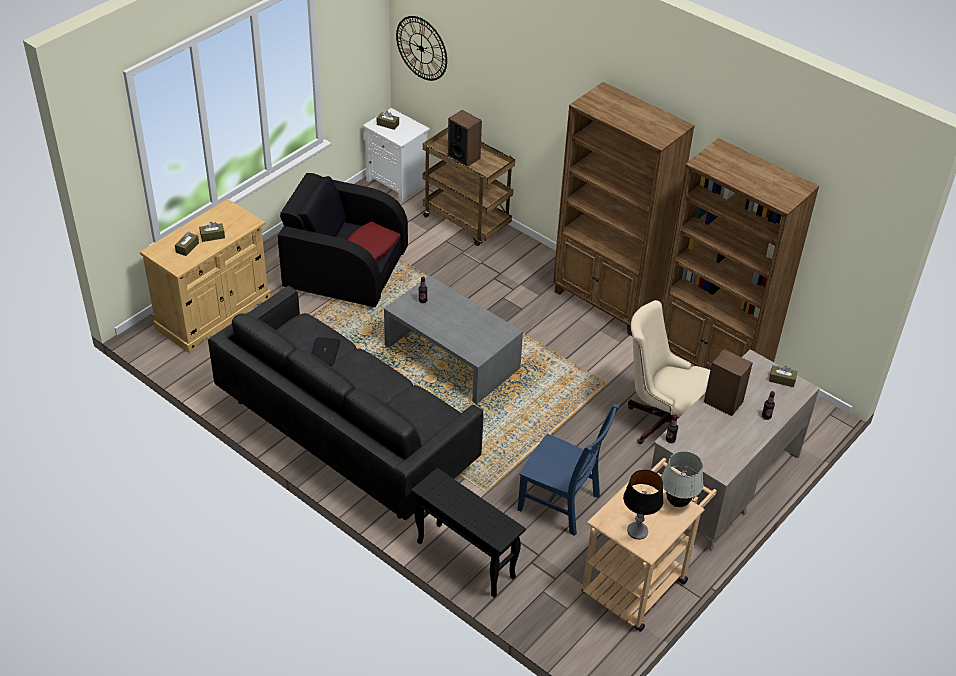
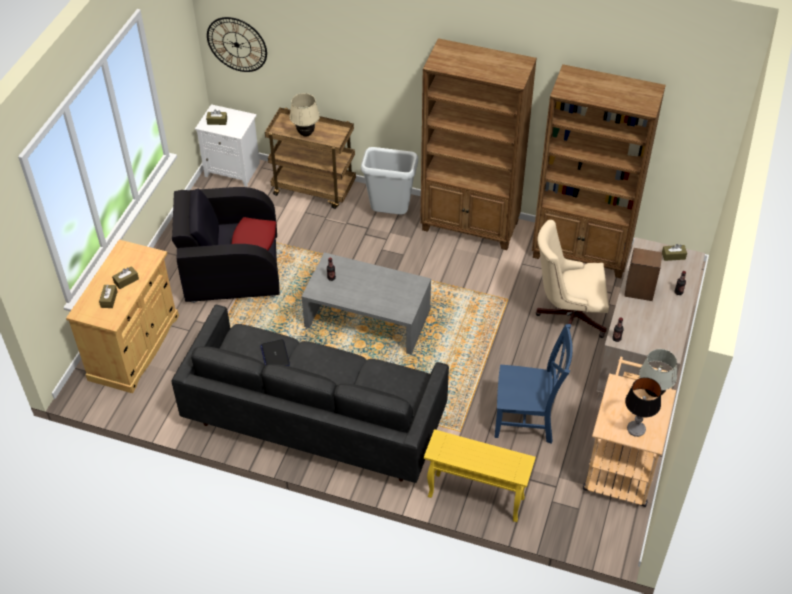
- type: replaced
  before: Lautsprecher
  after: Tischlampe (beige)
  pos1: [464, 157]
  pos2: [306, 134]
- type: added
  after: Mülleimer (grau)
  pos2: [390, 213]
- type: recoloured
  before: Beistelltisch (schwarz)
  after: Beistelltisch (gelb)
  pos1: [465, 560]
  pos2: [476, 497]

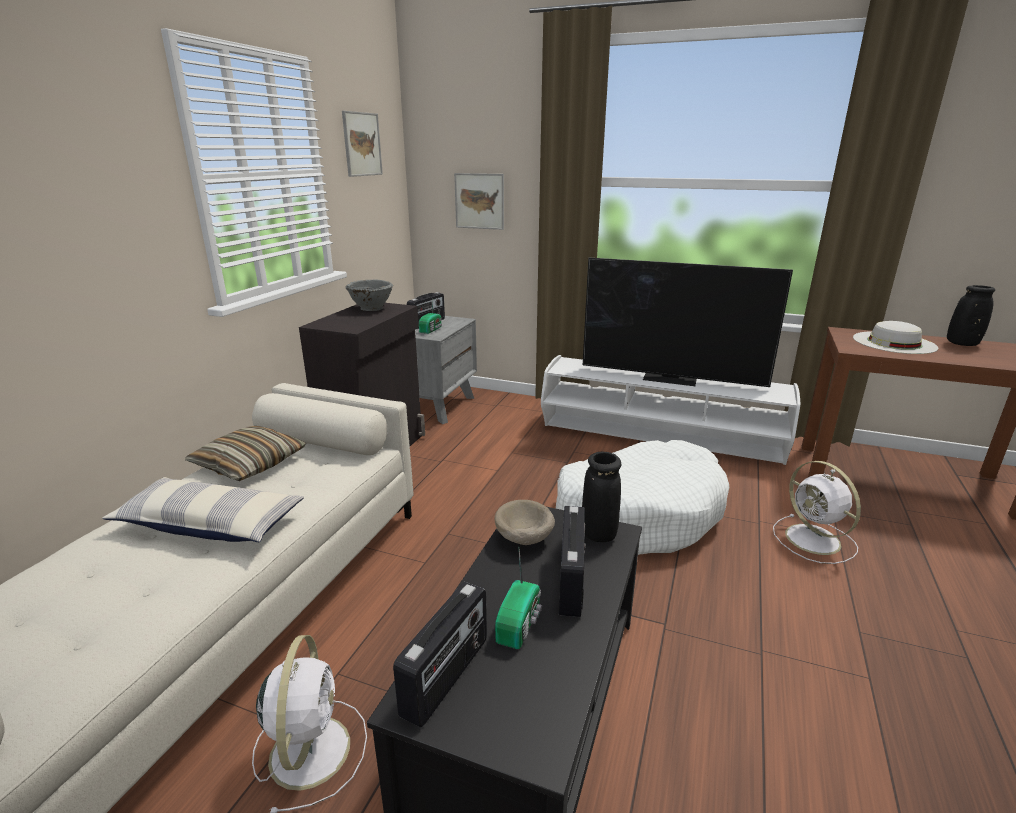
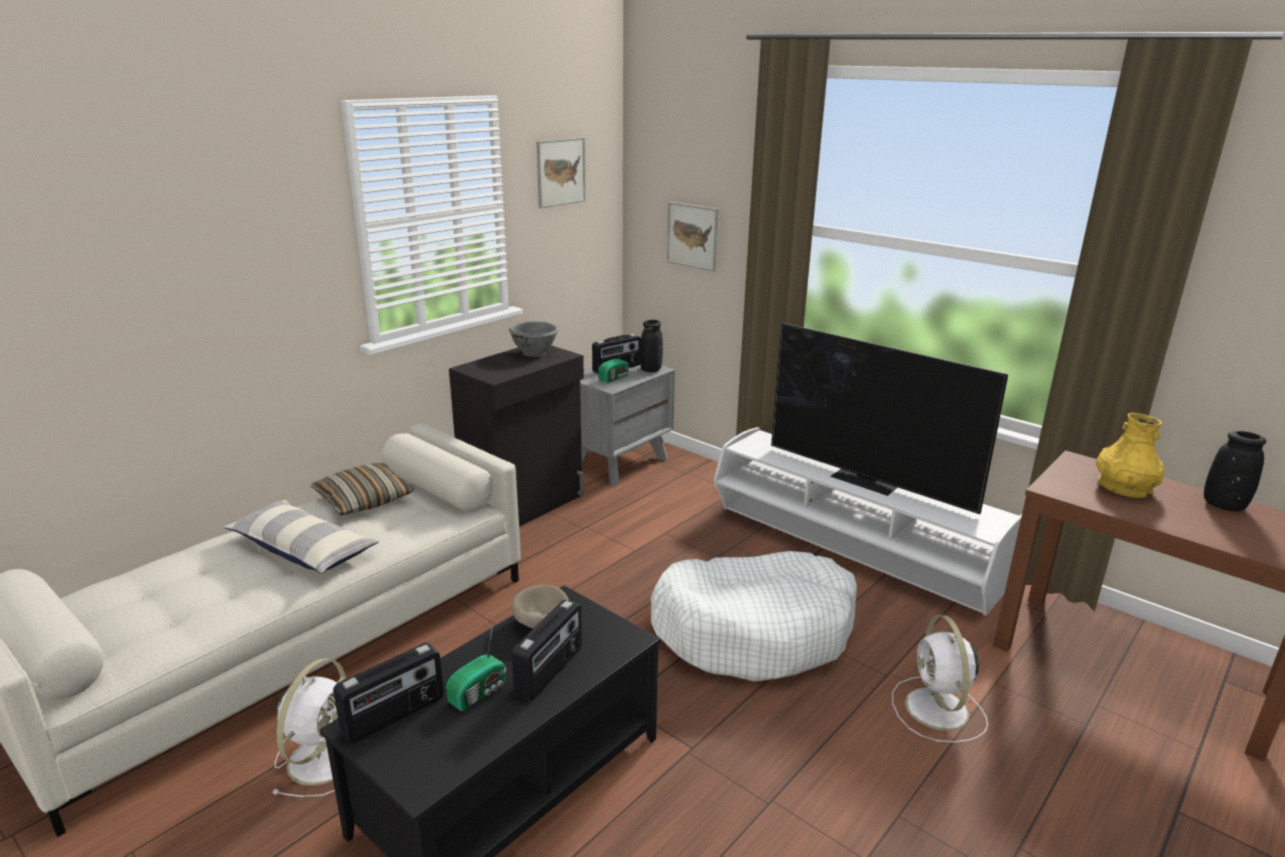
- type: moved
  before: Vase (schwarz)
  pos1: [598, 533]
  pos2: [651, 370]
- type: replaced
  before: Hut (weiß)
  after: Vase (gelb)
  pos1: [894, 342]
  pos2: [1124, 488]

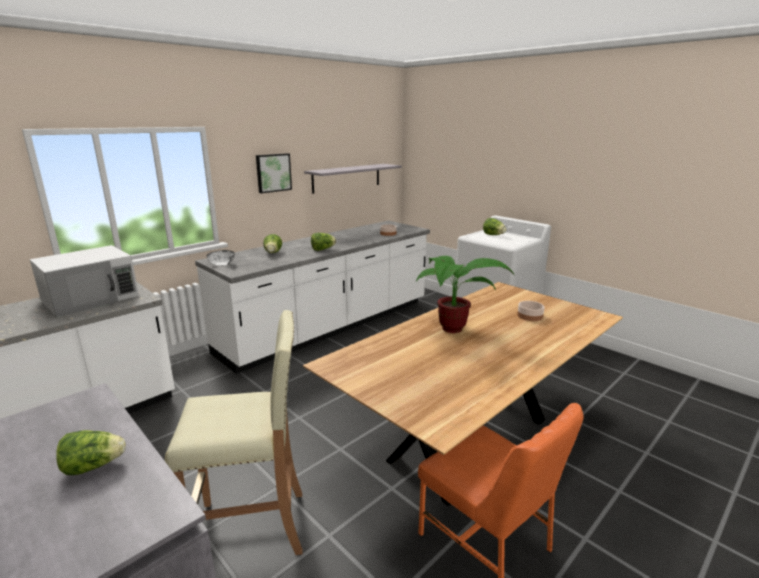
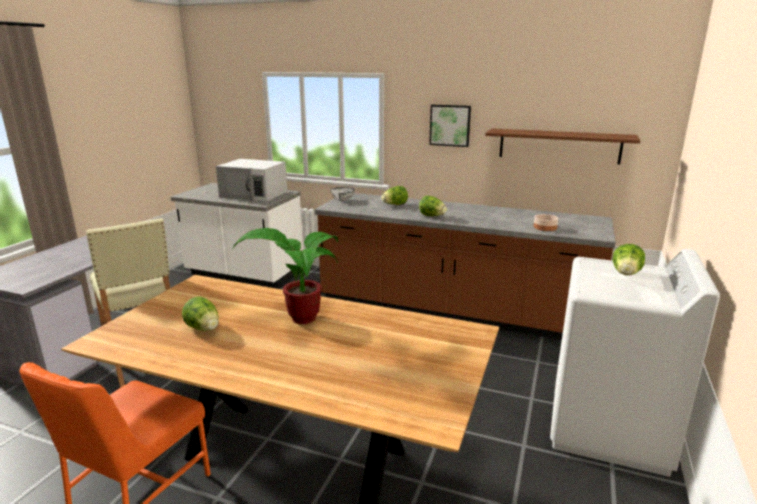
- type: moved
  before: Salatkopf
  pos1: [93, 466]
  pos2: [204, 328]
- type: recoloured
  before: Küchenzeile (weiß)
  after: Küchenzeile (braun)
  pos1: [330, 326]
  pos2: [453, 310]
- type: recoloured
  before: Wandregal (grau)
  after: Wandregal (braun)
  pos1: [347, 178]
  pos2: [559, 146]
- type: removed
  before: Schüssel
  pos1: [530, 316]

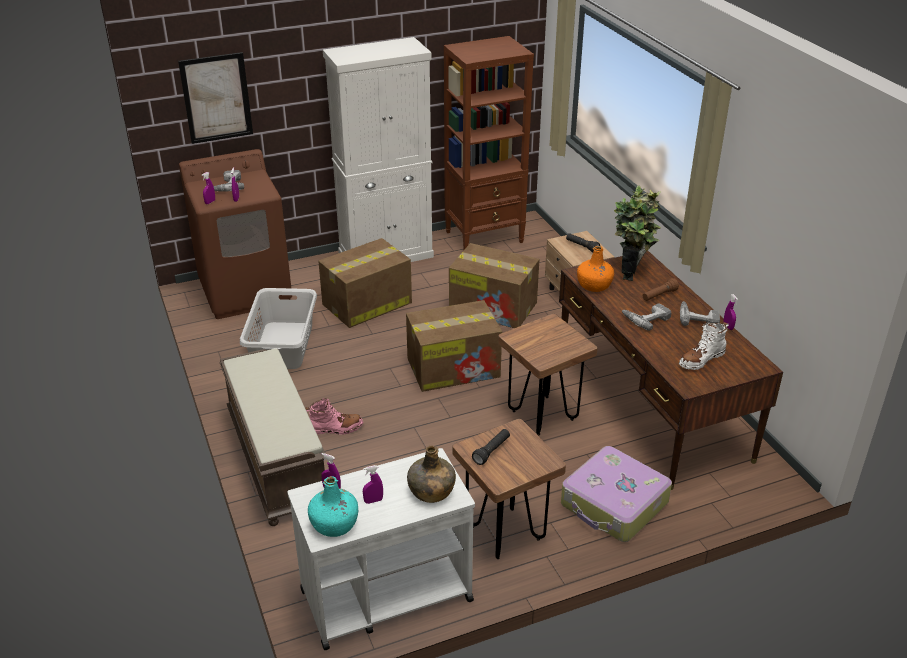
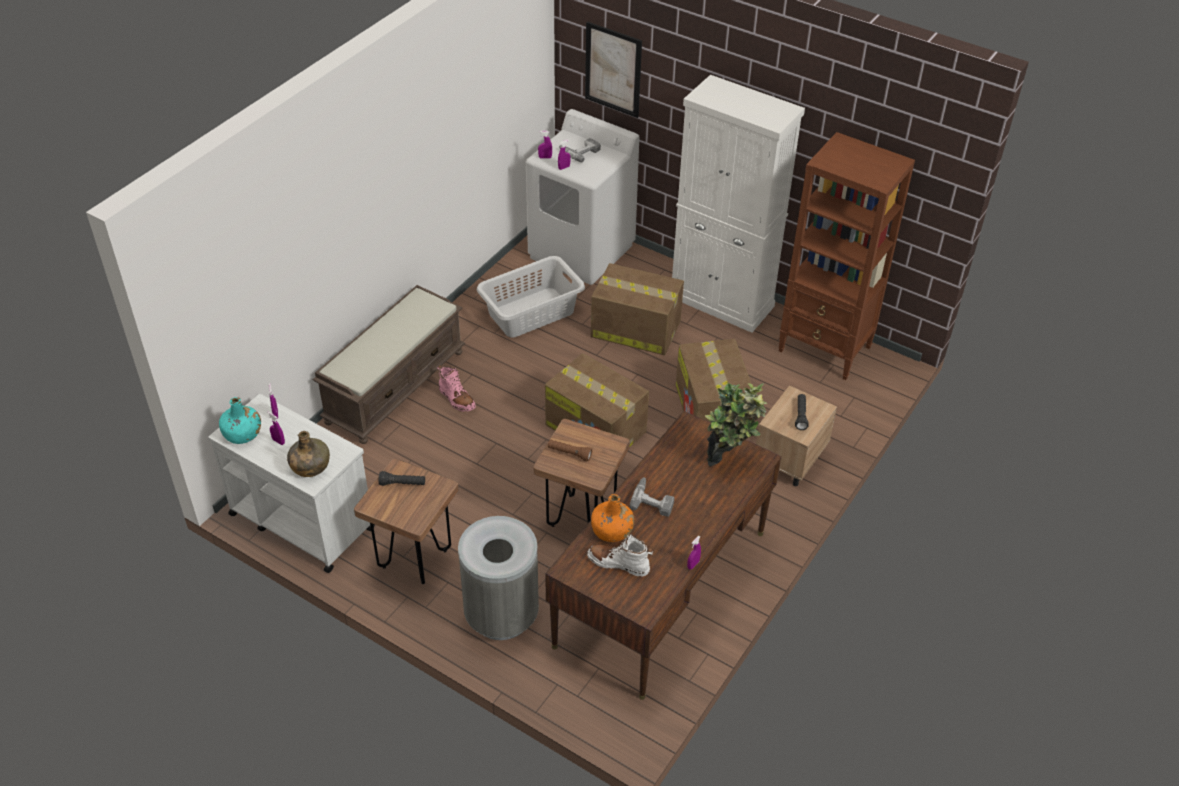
- type: replaced
  before: Koffer
  after: Mülleimer (grau)
  pos1: [614, 504]
  pos2: [501, 615]
- type: recoloured
  before: Waschmaschine (braun)
  after: Waschmaschine (weiß)
  pos1: [246, 291]
  pos2: [582, 251]
- type: moved
  before: Taschenlampe (braun)
  pos1: [659, 296]
  pos2: [569, 454]
- type: moved
  before: Flasche (orange)
  pos1: [594, 285]
  pos2: [612, 530]
- type: removed
  before: Bohrmaschine
  pos1: [698, 318]

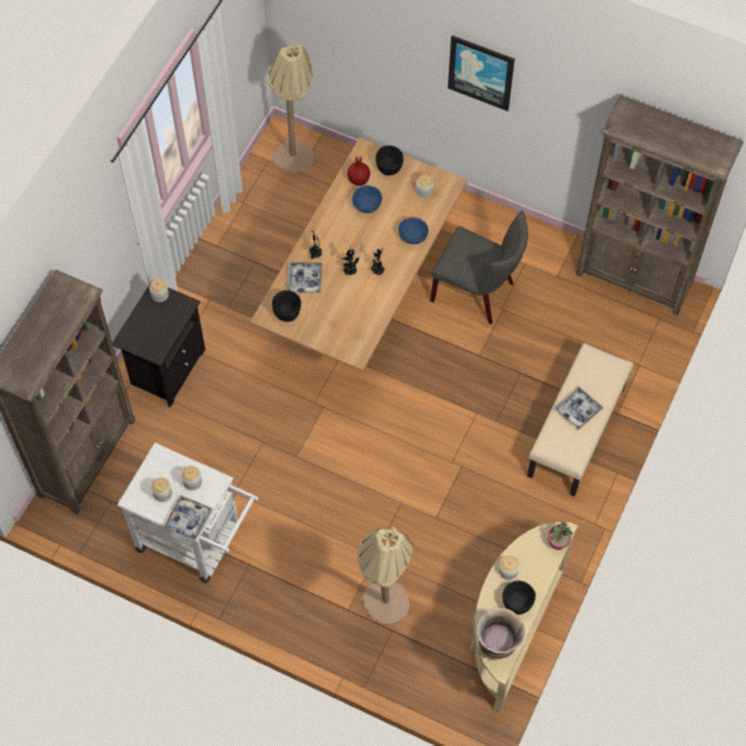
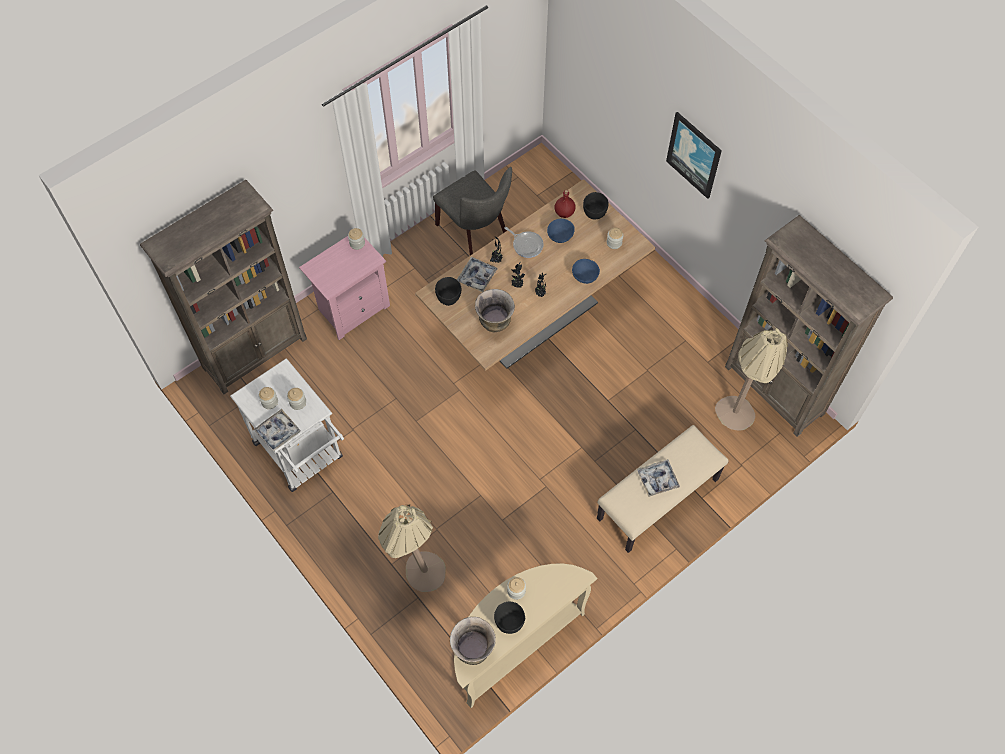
- type: recoloured
  before: Nachttisch (schwarz)
  after: Nachttisch (rosa)
  pos1: [166, 368]
  pos2: [352, 308]
- type: moved
  before: Stuhl (grau)
  pos1: [477, 292]
  pos2: [475, 232]
- type: added
  after: Vase
  pos2: [495, 324]
- type: added
  after: Pfanne
  pos2: [526, 245]
- type: moved
  before: Stehlampe (beige)
  pos1: [295, 165]
  pos2: [733, 421]
- type: removed
  before: Topfpflanze
  pos1: [558, 543]

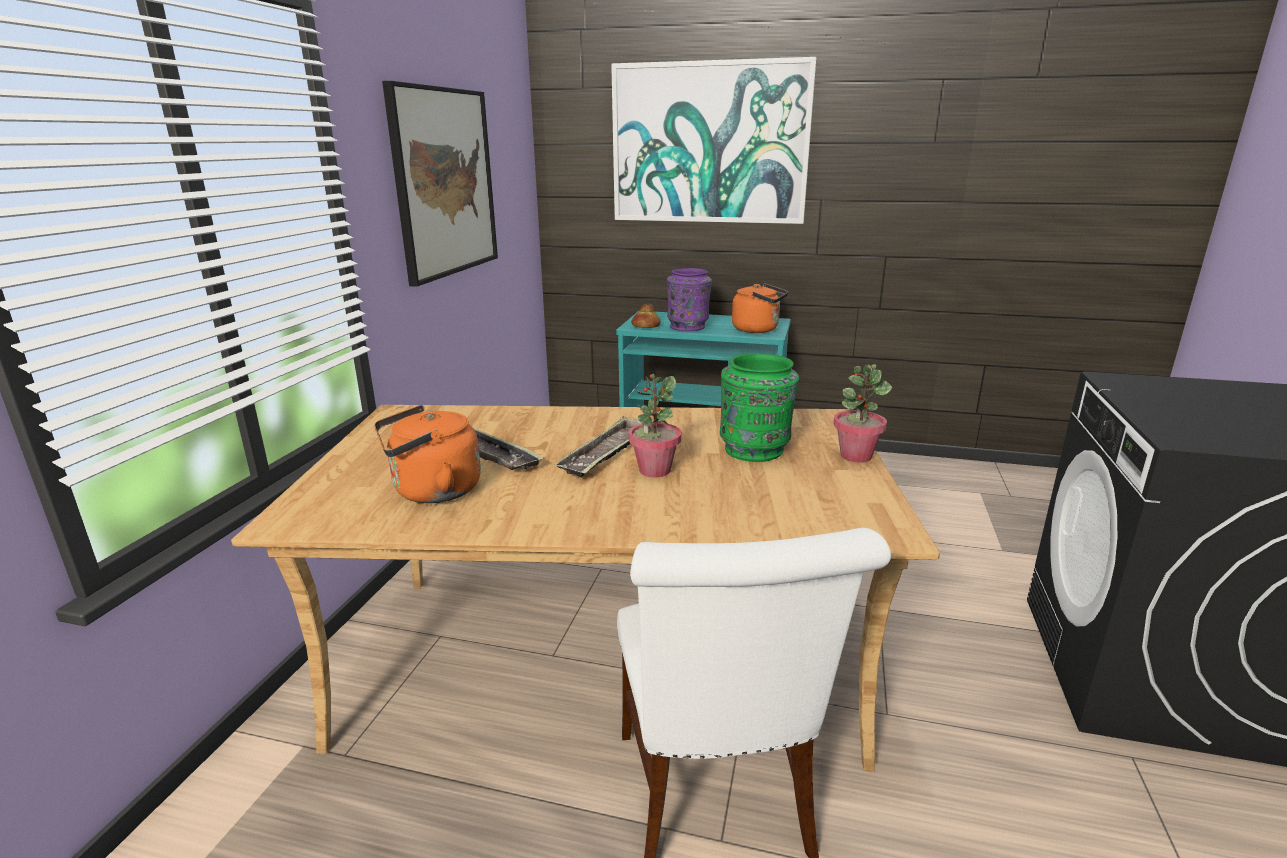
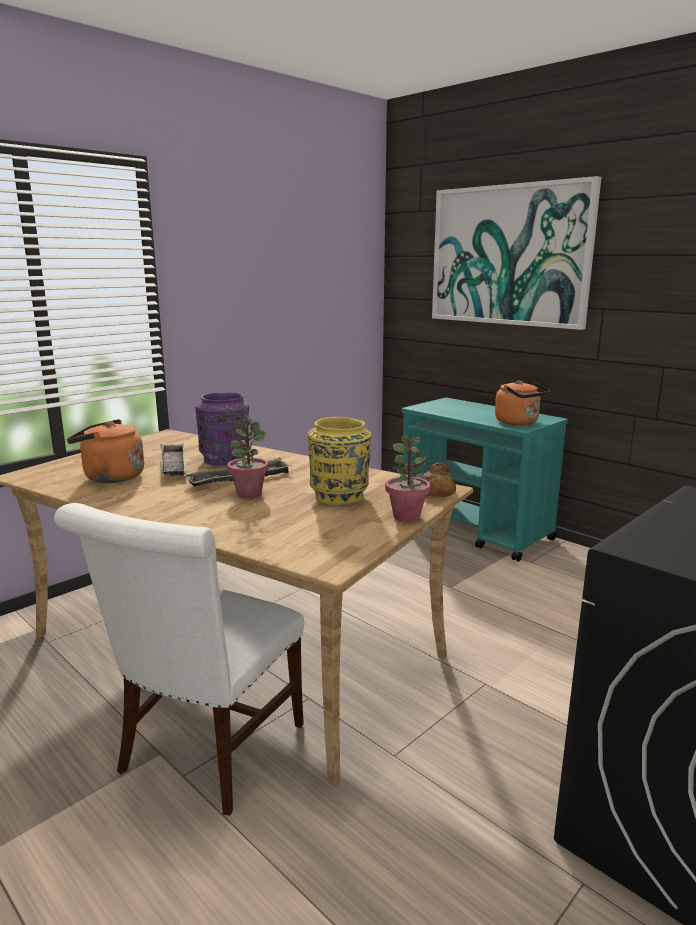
- type: moved
  before: Vase (lila)
  pos1: [688, 327]
  pos2: [225, 459]
- type: recoloured
  before: Vase (grün)
  after: Vase (gelb)
  pos1: [755, 450]
  pos2: [340, 497]
- type: moved
  before: Brot
  pos1: [645, 326]
  pos2: [435, 492]
- type: removed
  before: Bild
  pos1: [444, 183]

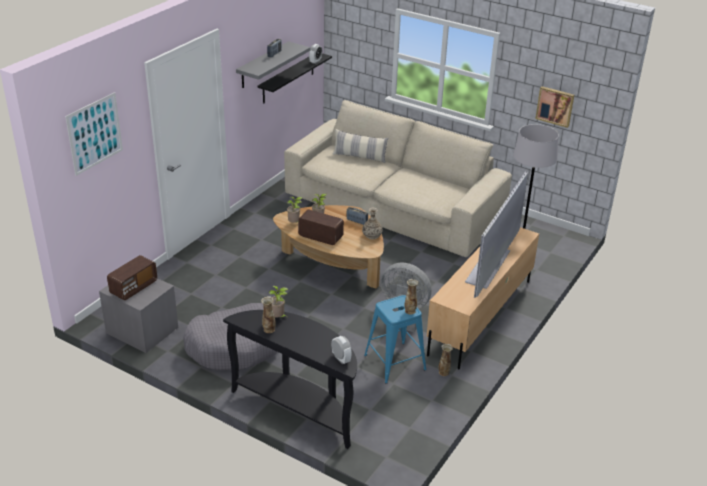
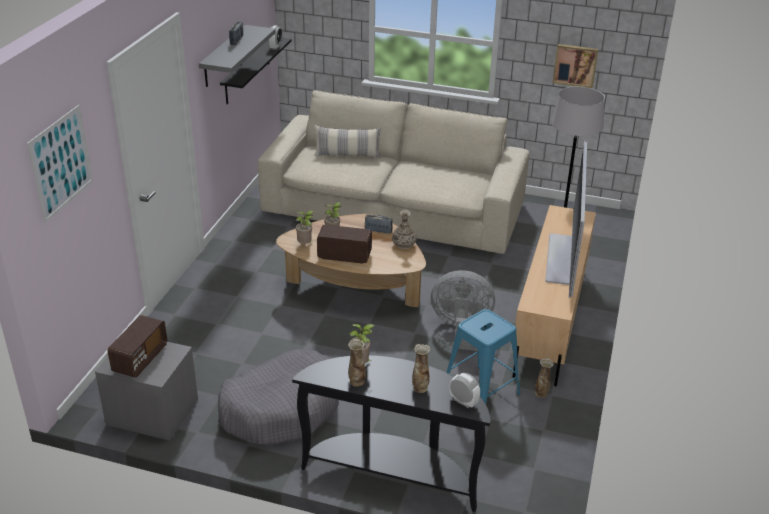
- type: moved
  before: Vase
  pos1: [410, 311]
  pos2: [420, 387]

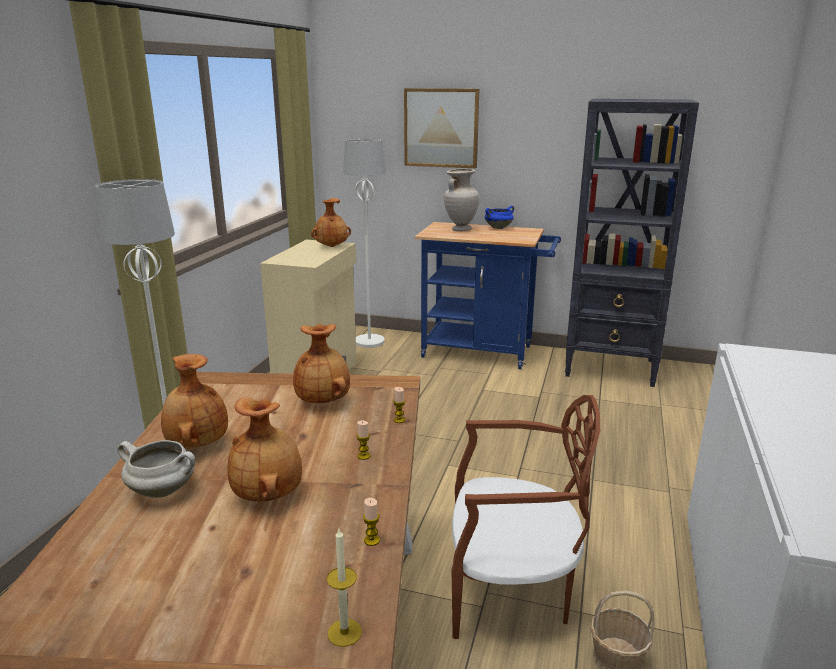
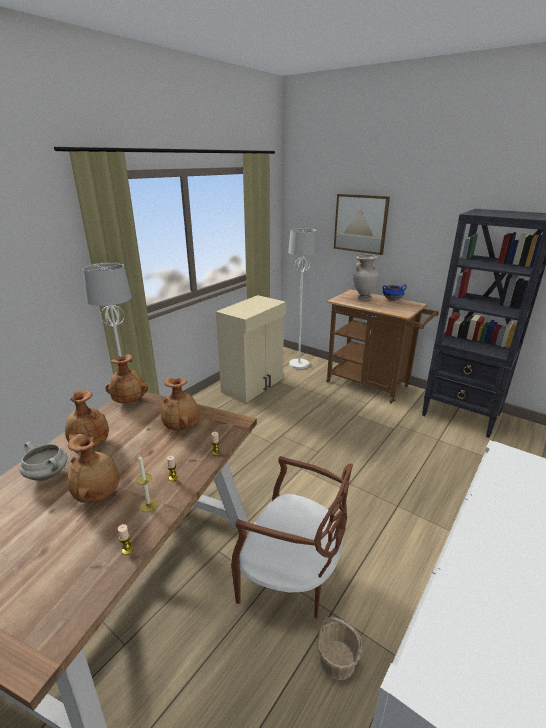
- type: moved
  before: Vase (braun)
  pos1: [331, 246]
  pos2: [129, 400]
- type: moved
  before: Kerze
  pos1: [344, 632]
  pos2: [148, 505]
- type: recoloured
  before: Rollwagen (blau)
  after: Rollwagen (braun)
  pos1: [484, 352]
  pos2: [372, 385]

